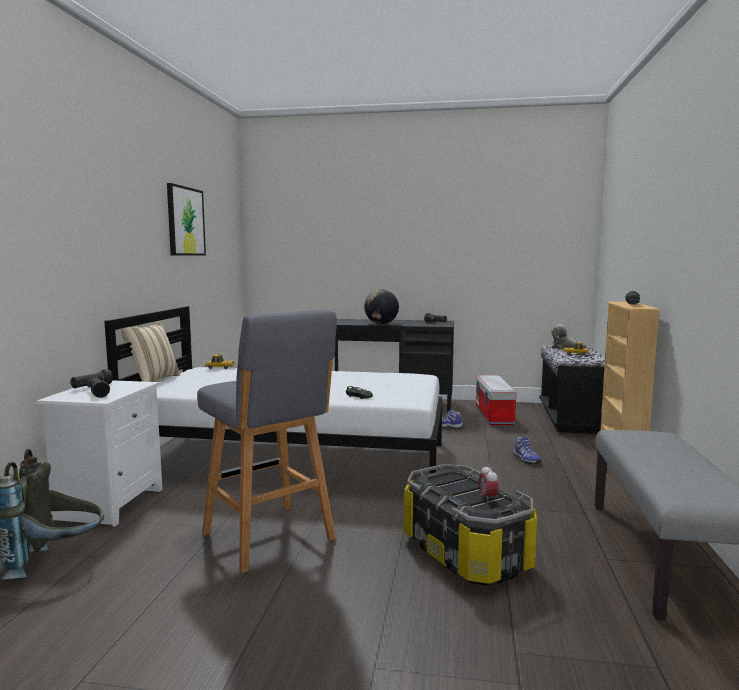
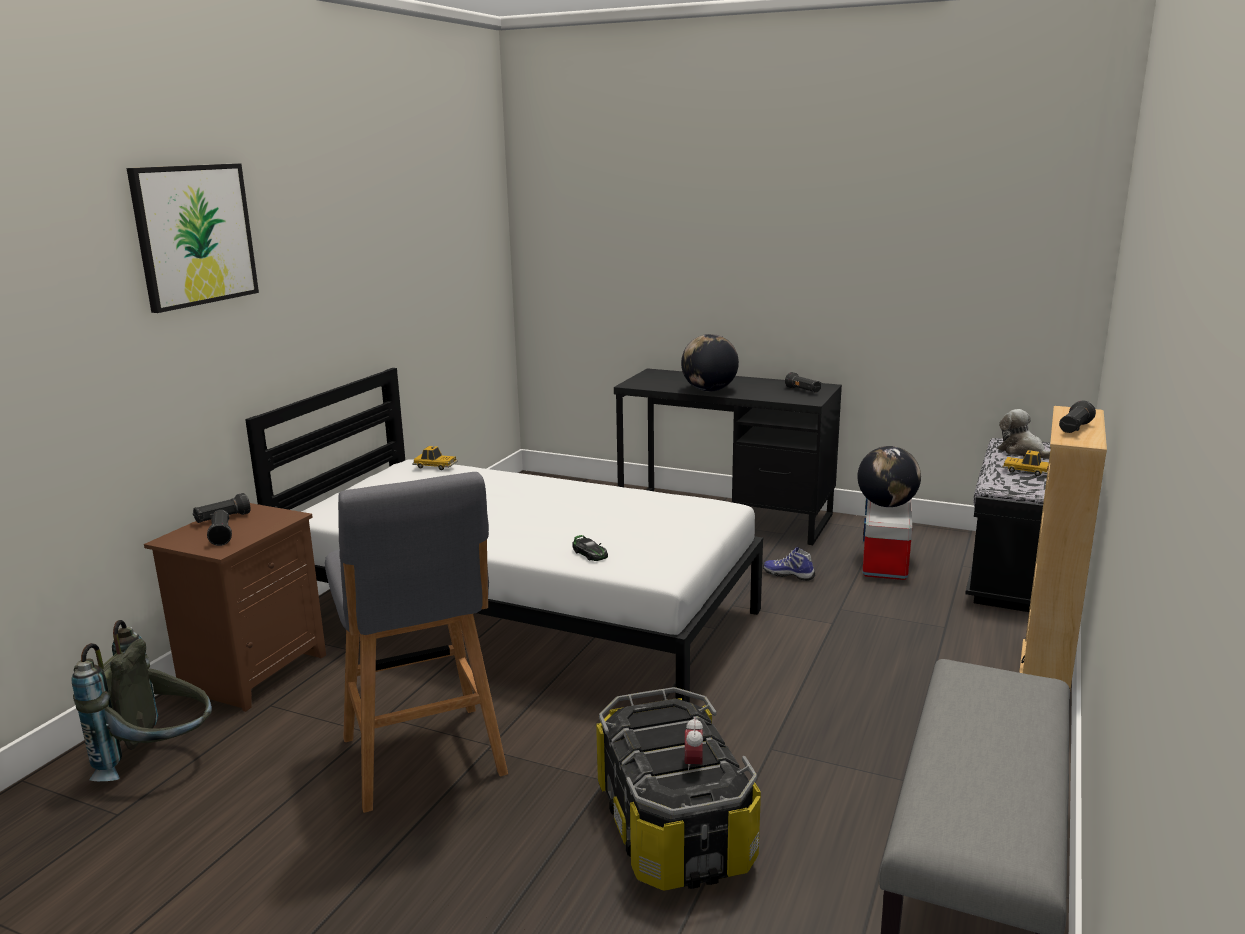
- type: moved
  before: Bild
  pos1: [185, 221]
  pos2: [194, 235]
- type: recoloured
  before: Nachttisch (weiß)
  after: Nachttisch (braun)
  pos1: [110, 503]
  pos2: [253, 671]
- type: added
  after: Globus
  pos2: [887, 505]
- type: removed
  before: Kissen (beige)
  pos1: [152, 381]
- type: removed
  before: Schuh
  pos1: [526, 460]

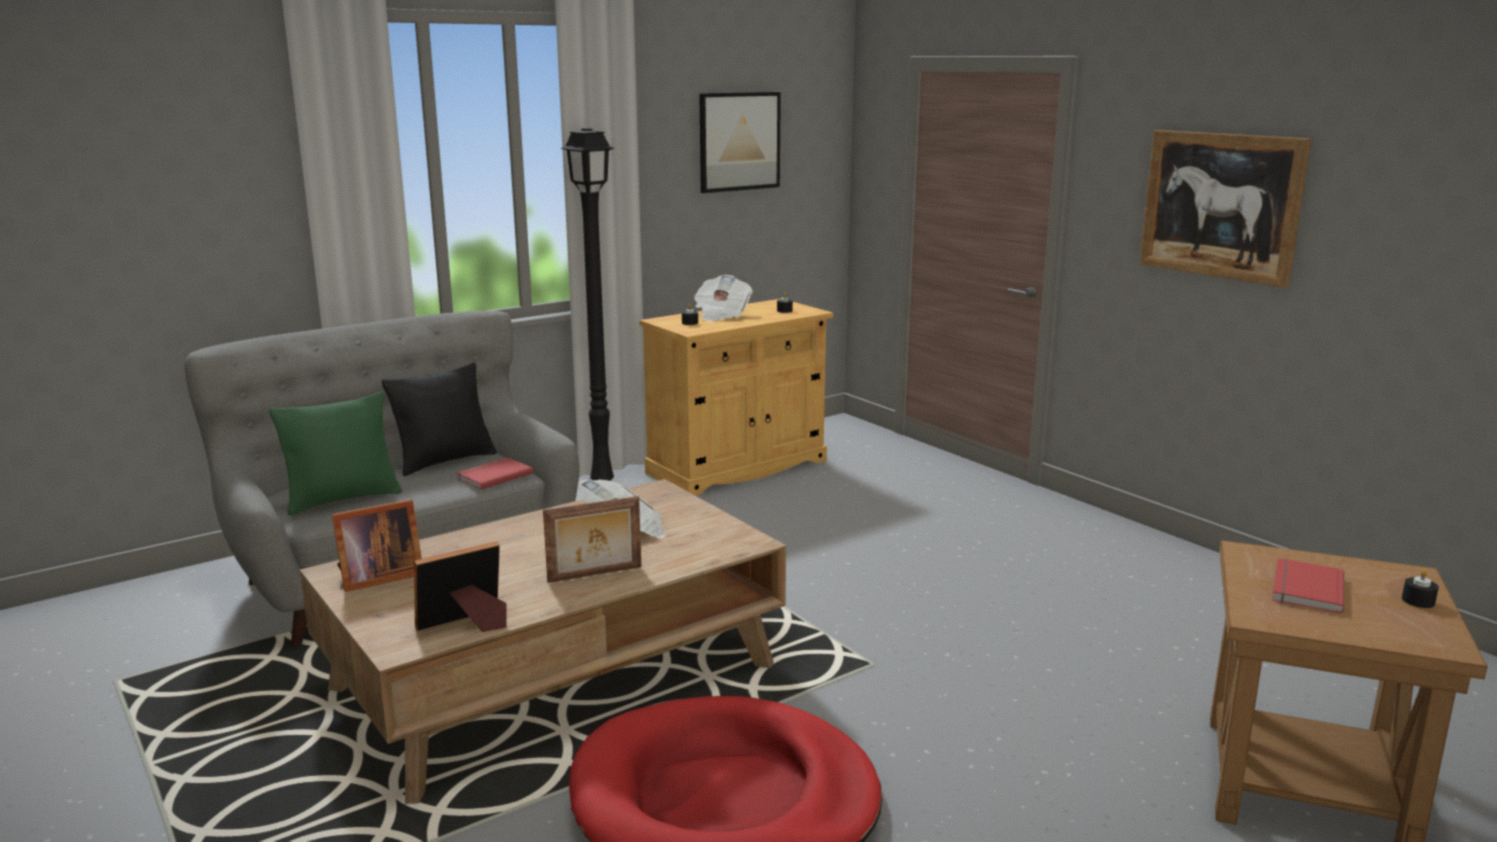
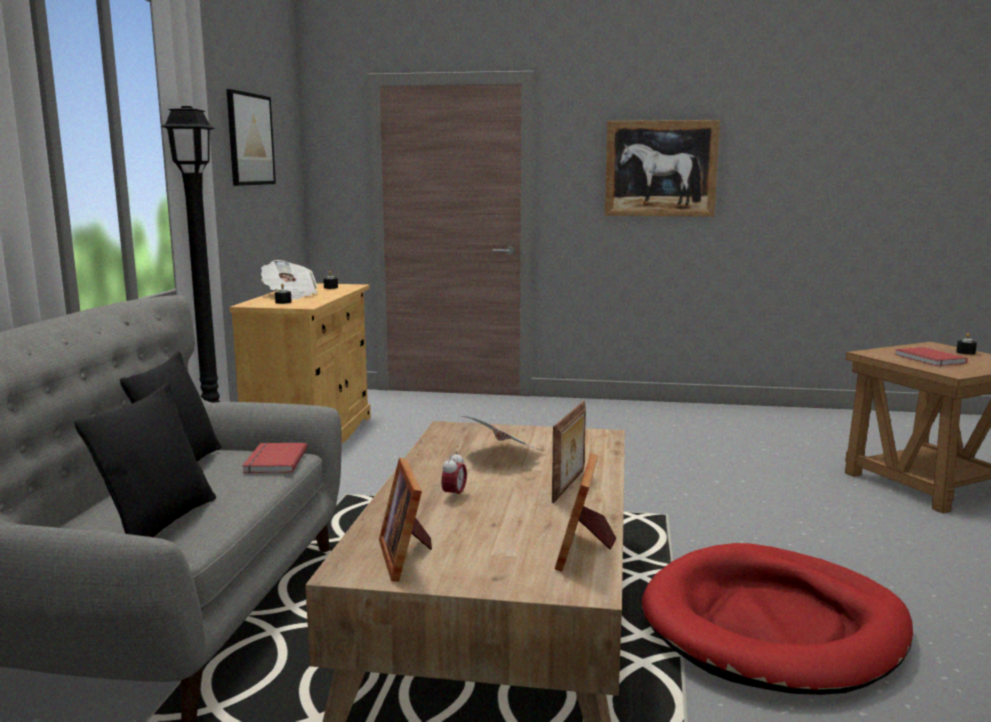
- type: recoloured
  before: Kissen (grün)
  after: Kissen (schwarz)
  pos1: [343, 499]
  pos2: [159, 524]
- type: turned
  before: Bilderrahmen
  pos1: [377, 577]
  pos2: [407, 556]
  turn: 150
- type: added
  after: Wecker
  pos2: [454, 495]

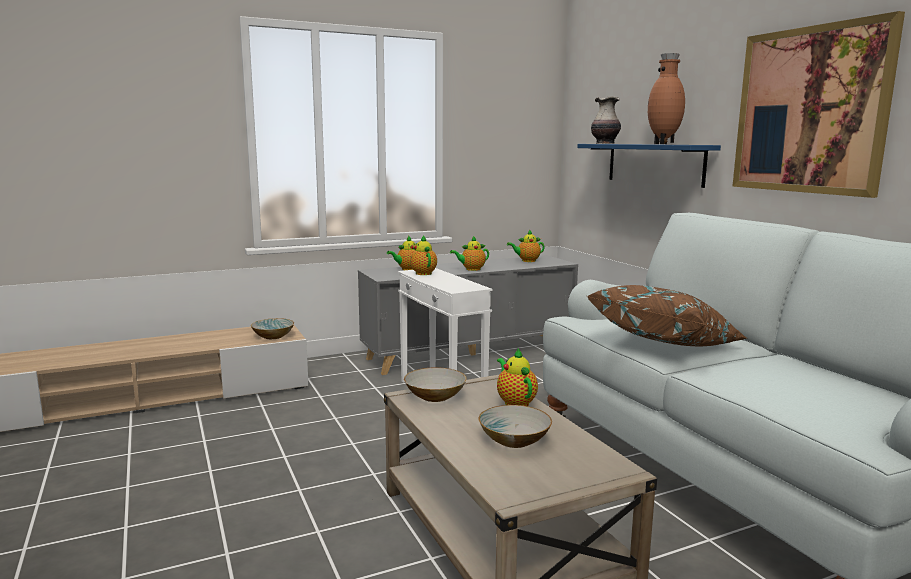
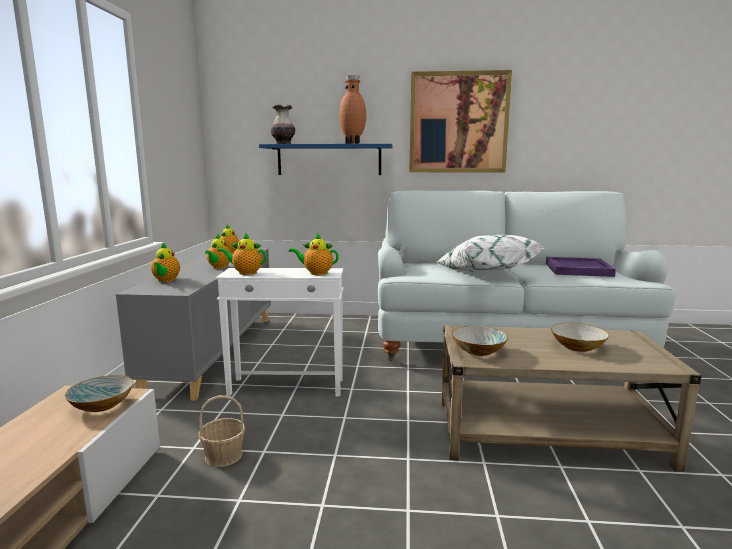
- type: added
  after: Korb
  pos2: [223, 455]
- type: moved
  before: Teekanne
  pos1: [515, 402]
  pos2: [316, 273]
- type: recoloured
  before: Kissen (braun)
  after: Kissen (weiß)
  pos1: [665, 344]
  pos2: [485, 273]
- type: added
  after: Tablett (lila)
  pos2: [577, 269]

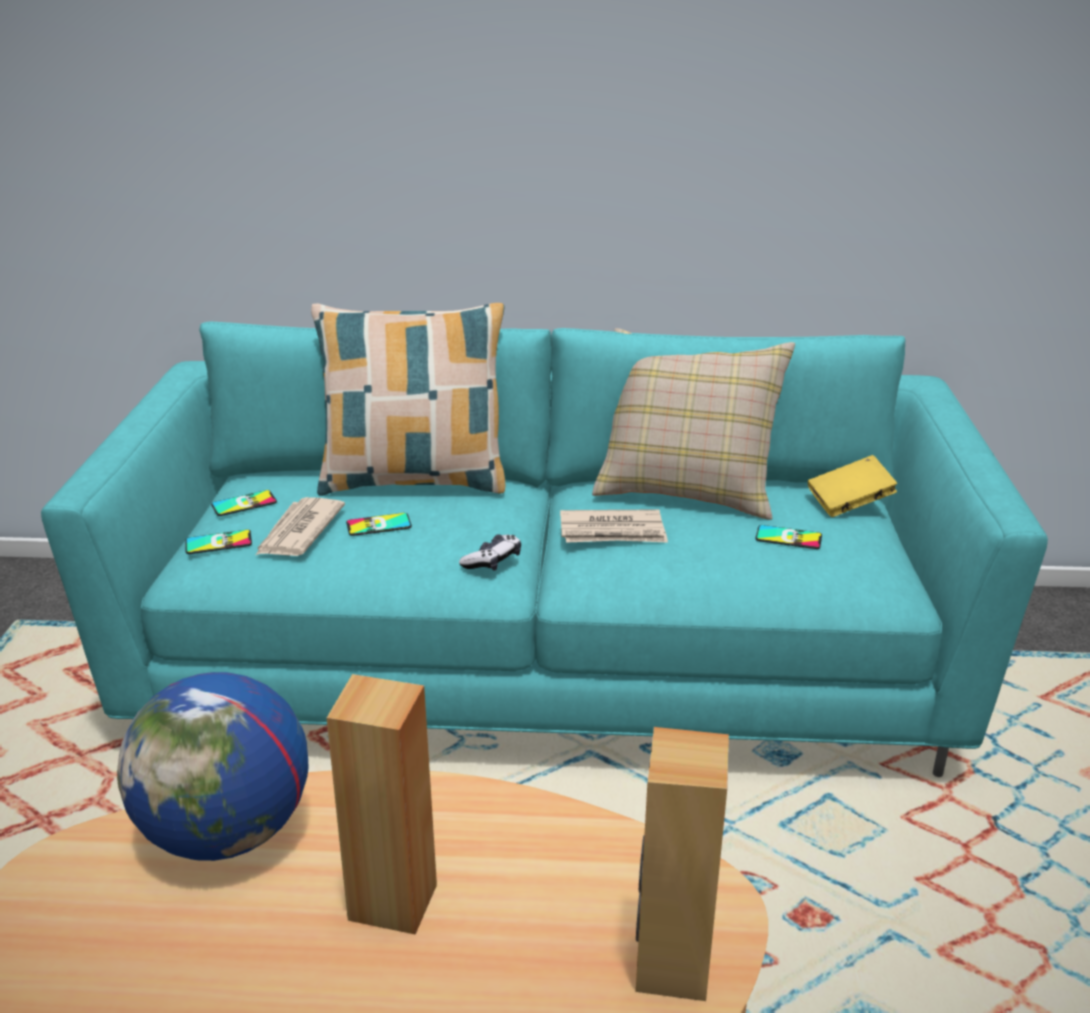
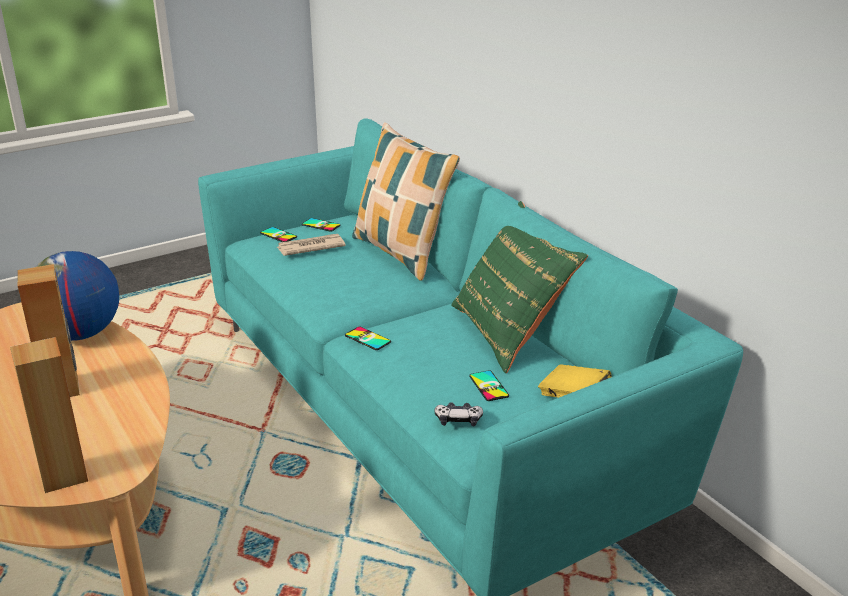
- type: moved
  before: Handy
  pos1: [378, 525]
  pos2: [367, 339]
- type: moved
  before: Gamepad
  pos1: [492, 561]
  pos2: [458, 420]
- type: recoloured
  before: Kissen (beige)
  after: Kissen (grün)
  pos1: [687, 487]
  pos2: [510, 332]
- type: removed
  before: Zeitung
  pos1: [613, 531]

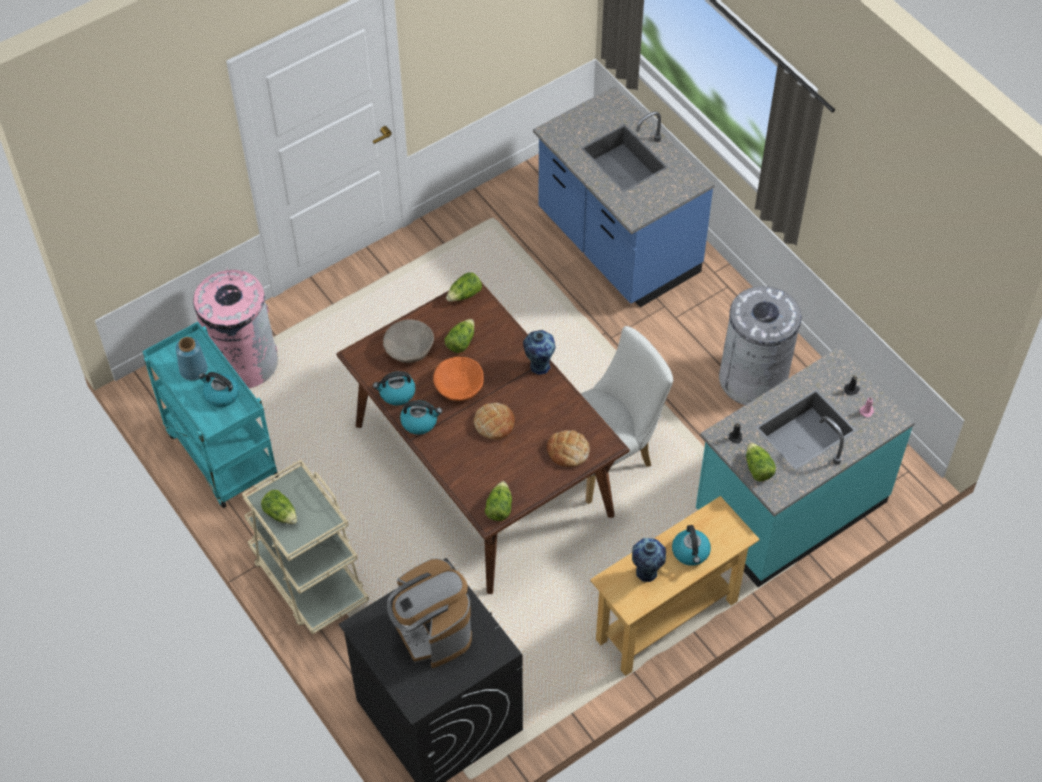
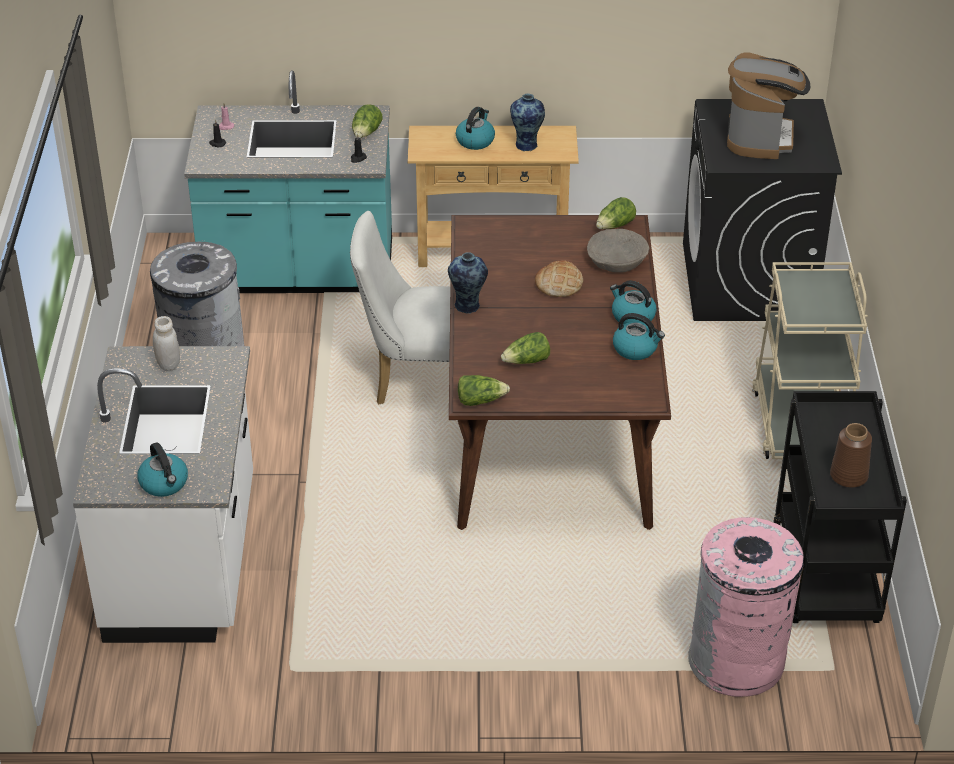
- type: recoloured
  before: Küchenzeile (blau)
  after: Küchenzeile (weiß)
  pos1: [617, 244]
  pos2: [185, 561]
- type: moved
  before: Wasserkessel
  pos1: [221, 394]
  pos2: [164, 483]
- type: added
  after: Vorratsglas (weiß)
  pos2: [168, 364]
- type: moved
  before: Schüssel (beige)
  pos1: [409, 348]
  pos2: [617, 261]
- type: recoloured
  before: Rollwagen (türkis)
  after: Rollwagen (schwarz)
  pos1: [219, 453]
  pos2: [827, 576]
- type: recoloured
  before: Vase (blau)
  after: Vase (braun)
  pos1: [193, 370]
  pos2: [849, 475]
- type: removed
  before: Salatkopf
  pos1: [281, 513]
- type: removed
  before: Schüssel (orange)
  pos1: [459, 386]
- type: removed
  before: Brot
  pos1: [568, 451]

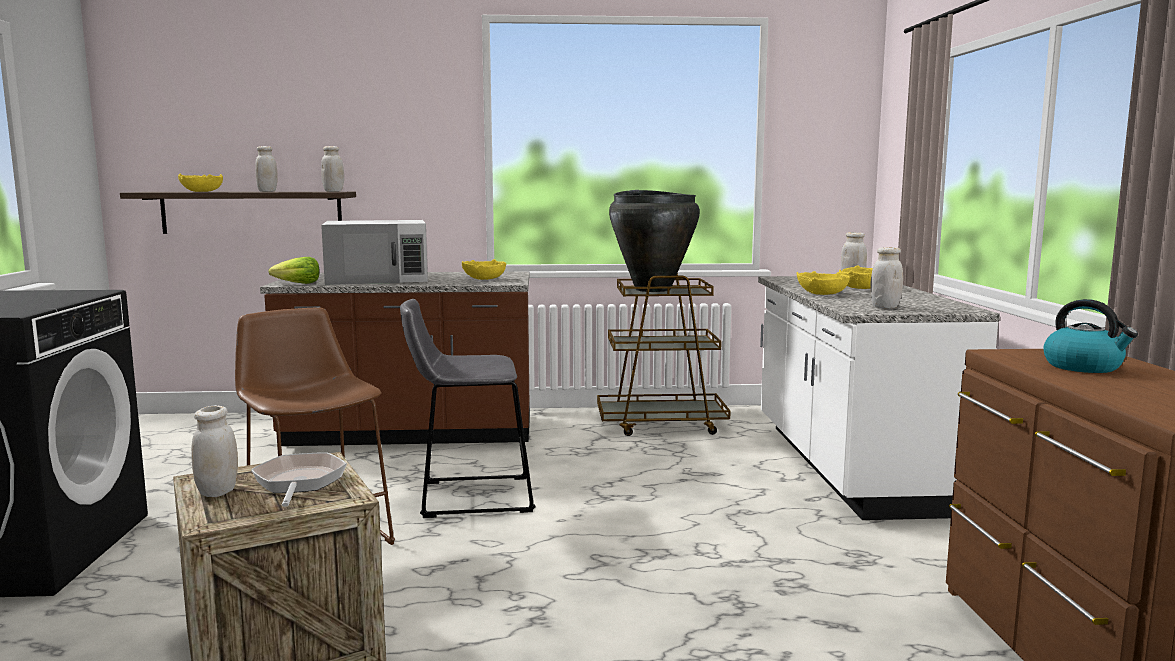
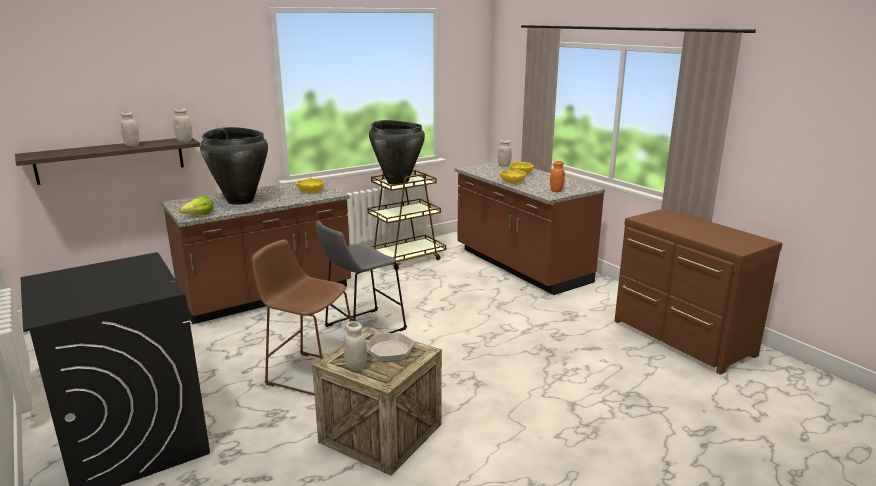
- type: replaced
  before: Mikrowelle (weiß)
  after: Vase (schwarz)
  pos1: [378, 278]
  pos2: [241, 201]
- type: turned
  before: Pfanne
  pos1: [298, 483]
  pos2: [386, 350]
  turn: 150
- type: recoloured
  before: Küchenzeile (weiß)
  after: Küchenzeile (braun)
  pos1: [849, 466]
  pos2: [520, 266]
- type: recoloured
  before: Vorratsglas (weiß)
  after: Vorratsglas (orange)
  pos1: [885, 307]
  pos2: [556, 191]
- type: removed
  before: Schüssel (gelb)
  pos1: [202, 191]
- type: removed
  before: Wasserkessel
  pos1: [1084, 367]

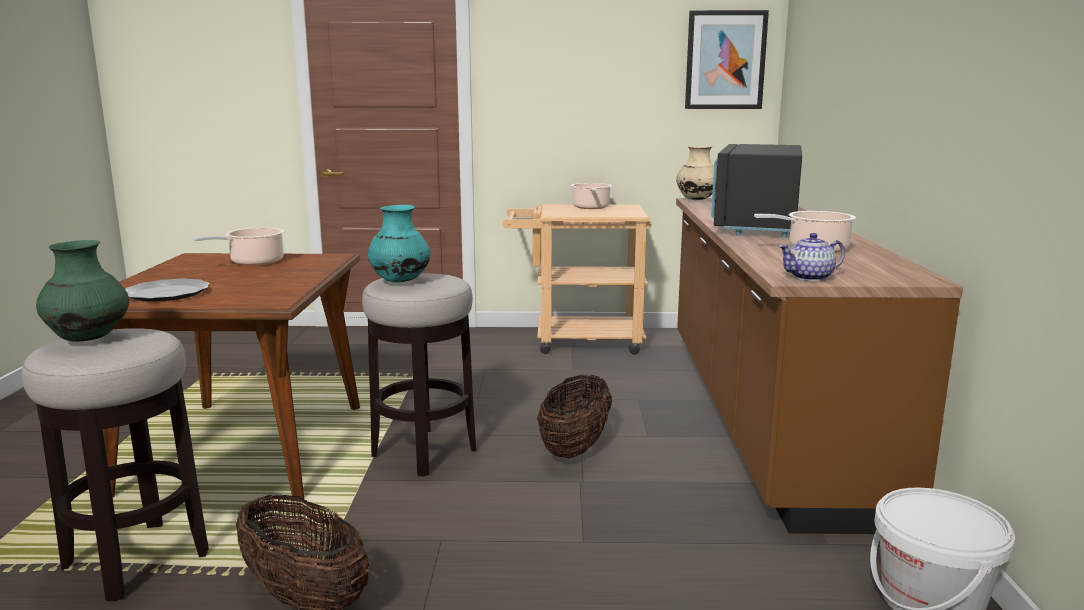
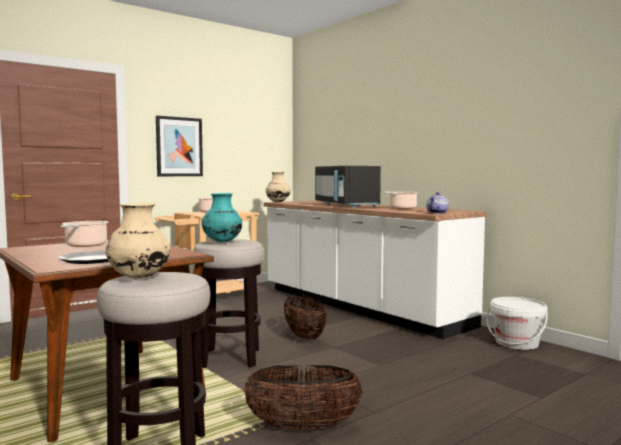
- type: recoloured
  before: Vase (grün)
  after: Vase (beige)
  pos1: [89, 339]
  pos2: [139, 277]
- type: moved
  before: Bild
  pos1: [725, 60]
  pos2: [179, 147]
- type: recoloured
  before: Küchenzeile (braun)
  after: Küchenzeile (weiß)
  pos1: [763, 415]
  pos2: [358, 306]

